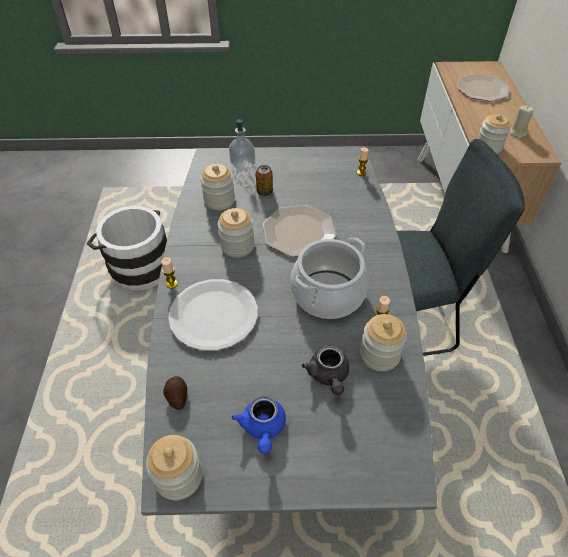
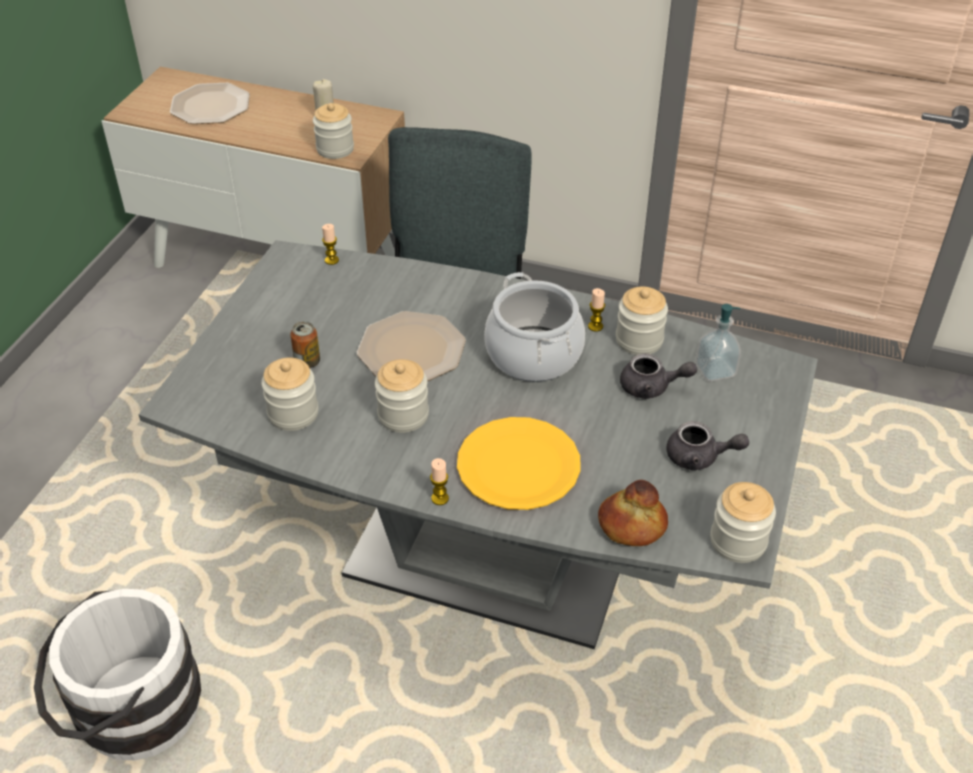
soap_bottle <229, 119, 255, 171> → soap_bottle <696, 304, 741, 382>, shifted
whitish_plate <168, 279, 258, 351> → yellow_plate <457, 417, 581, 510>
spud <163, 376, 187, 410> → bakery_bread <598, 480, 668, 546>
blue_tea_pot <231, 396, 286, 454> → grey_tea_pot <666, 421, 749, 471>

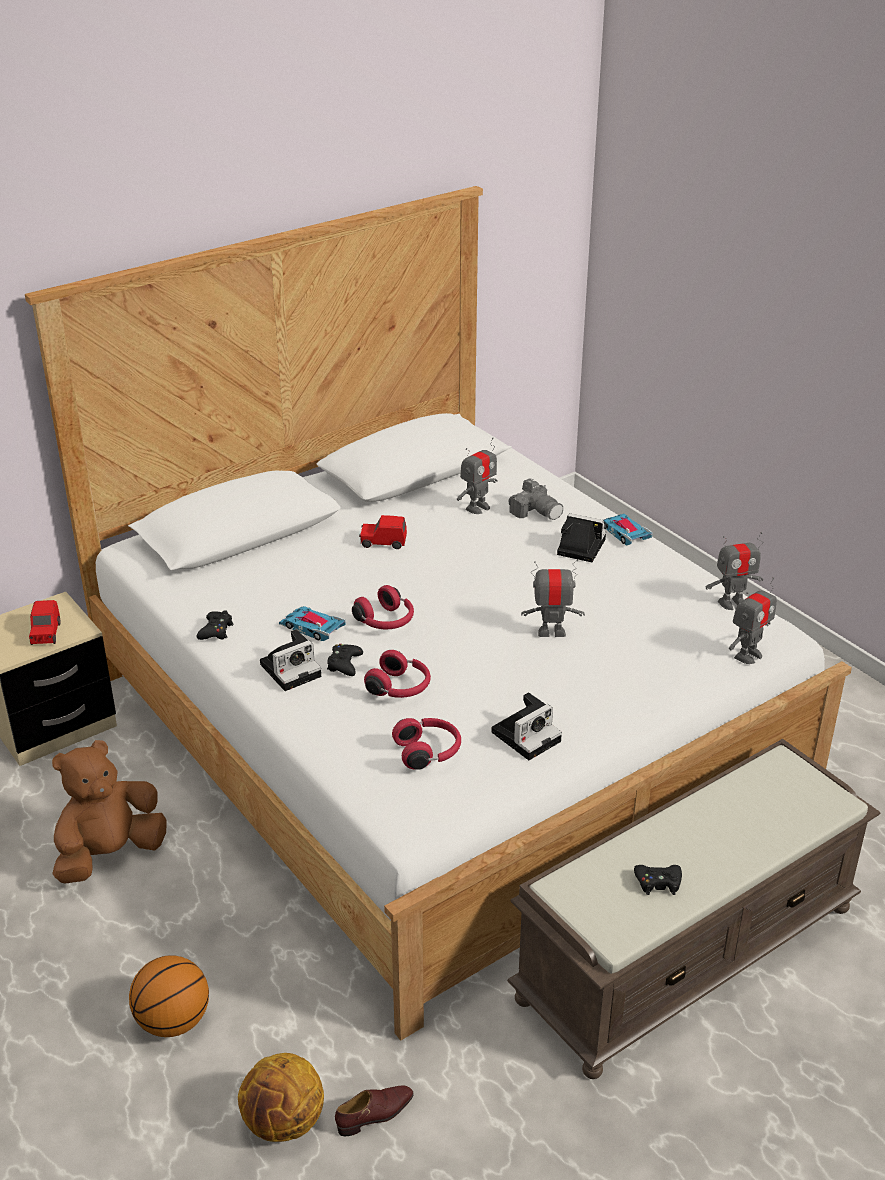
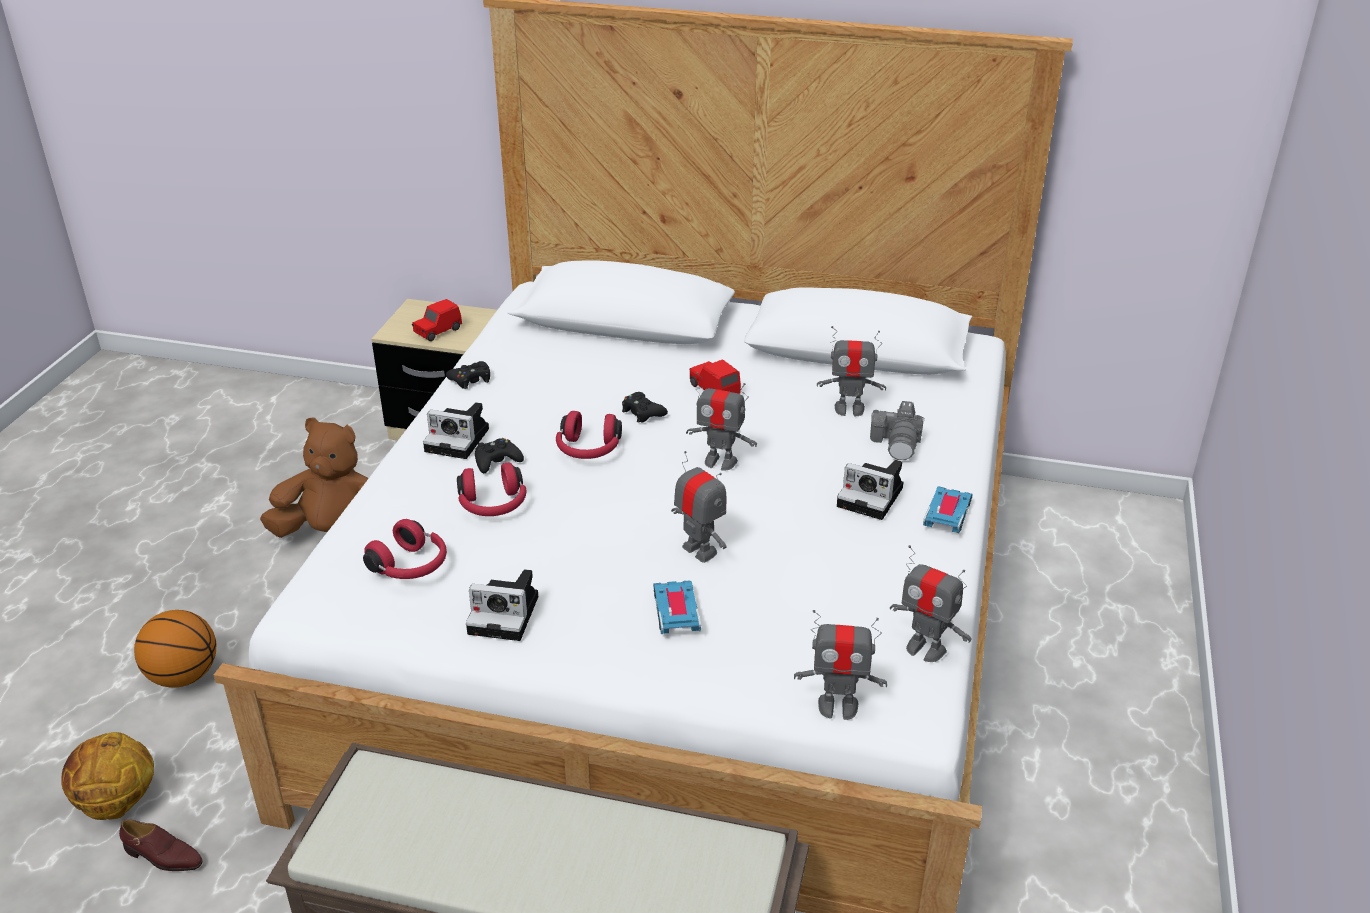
photo_camera <557, 513, 606, 562> → photo_camera <837, 460, 904, 520>, 135 degrees clockwise
miniature_car <279, 606, 346, 641> → miniature_car <653, 580, 701, 634>, shifted
black_gamepad <634, 865, 682, 895> → black_gamepad <622, 392, 668, 423>, shifted
- → robot_figure <686, 372, 757, 470>

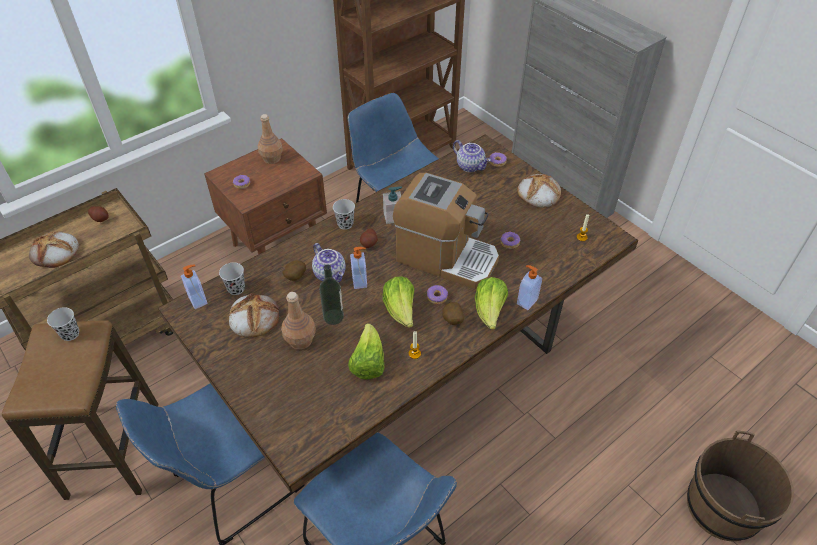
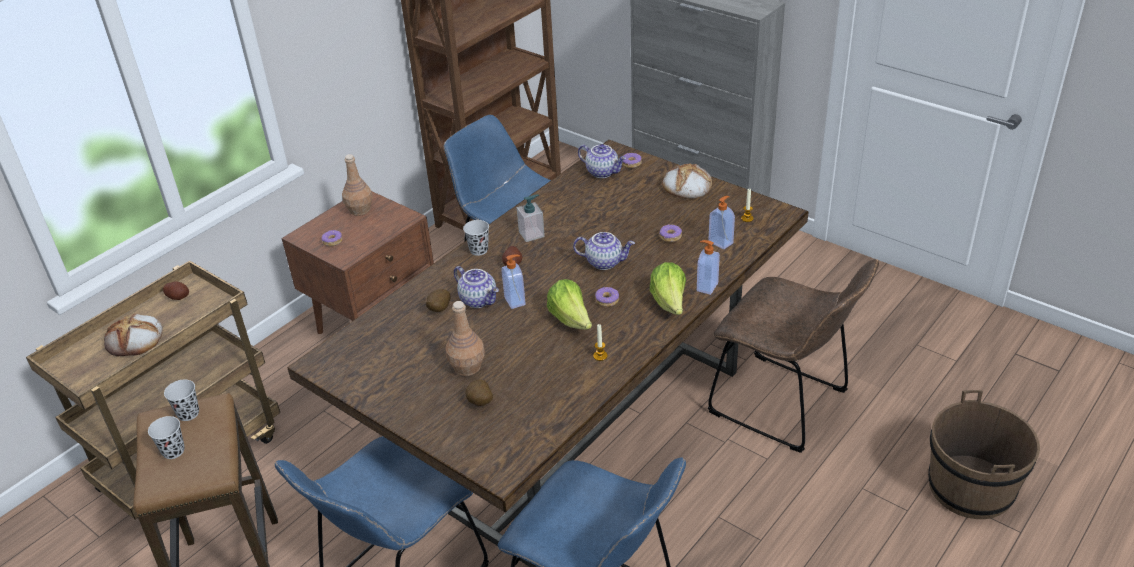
coffee_brewer <393, 173, 499, 289> → tea_pot <573, 232, 635, 270>
black_drinking_cup <219, 262, 245, 295> → black_drinking_cup <148, 416, 185, 459>, shifted
beverage_bottle <319, 264, 344, 325> → -
soap_bottle <181, 265, 208, 309> → soap_bottle <708, 196, 735, 249>, shifted
bakery_bread <229, 293, 279, 337> → -
spud <442, 302, 464, 325> → spud <465, 379, 493, 406>, shifted
lettuce <348, 324, 385, 379> → -
- → brownish_chair <708, 259, 879, 453>

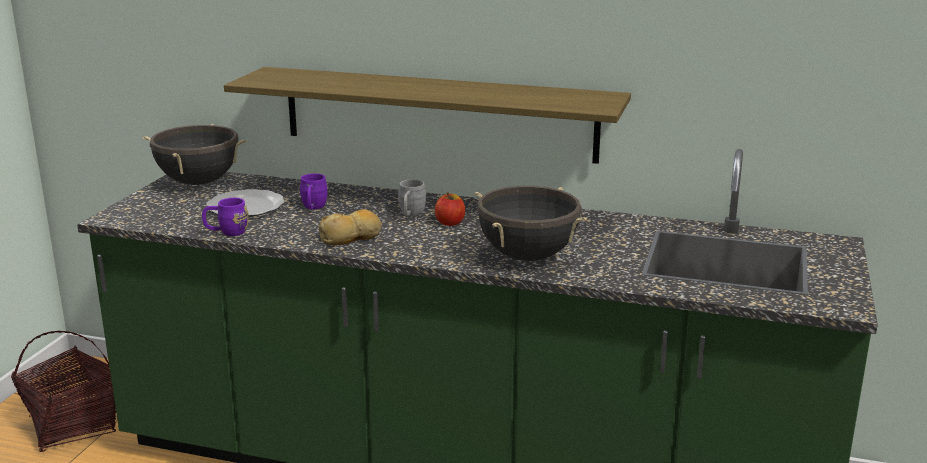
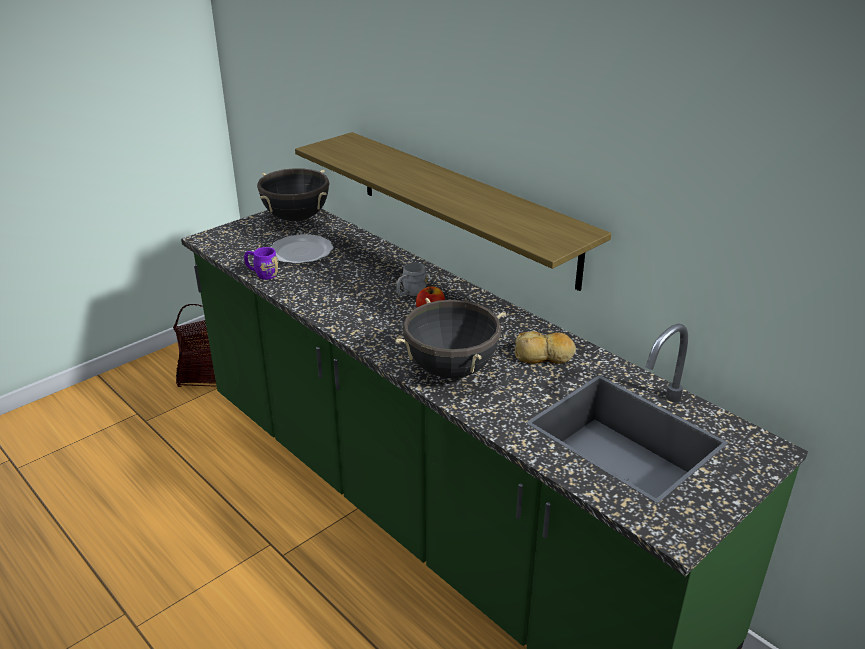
purplish_tea_mug <300, 173, 328, 210> → -
bakery_bread <319, 209, 382, 245> → bakery_bread <515, 331, 576, 364>, shifted

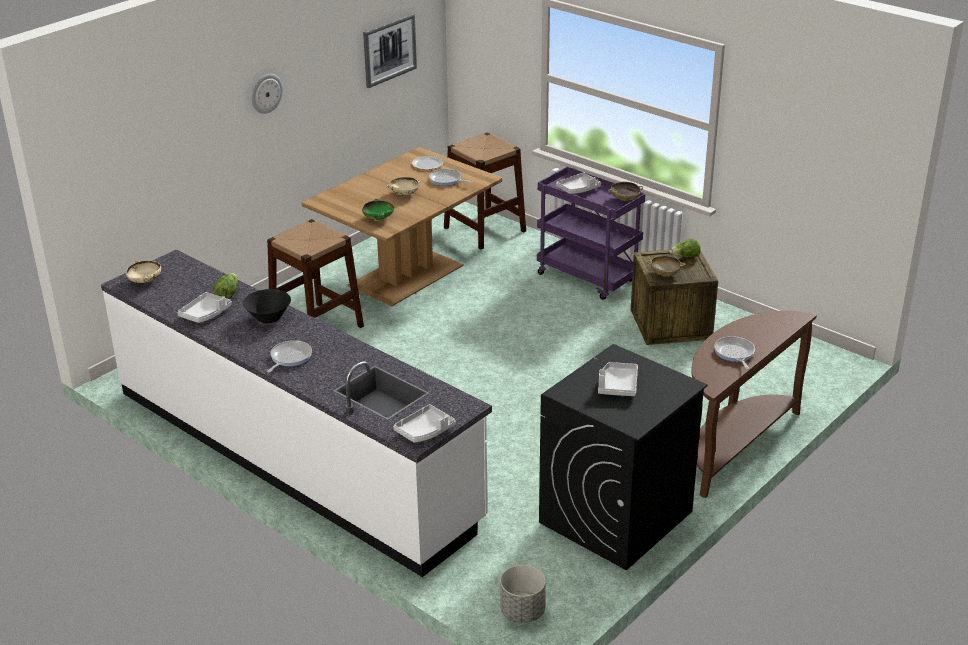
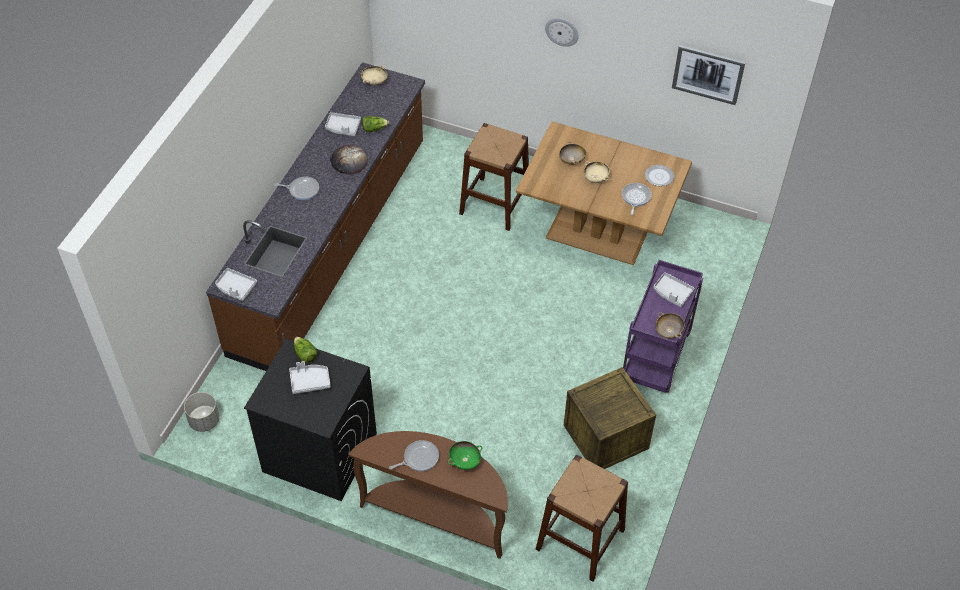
brownish_sitting_stool <444, 133, 526, 249> → brownish_sitting_stool <536, 455, 628, 582>, shifted
greenish_bowl <362, 199, 394, 220> → greenish_bowl <448, 441, 482, 470>, shifted
lettuce <669, 239, 701, 257> → lettuce <294, 337, 317, 363>, shifted
whitish_counter <101, 249, 492, 577> → brownish_counter <206, 62, 425, 371>
sand-coloured_bowl <647, 256, 685, 276> → sand-coloured_bowl <559, 141, 586, 165>, shifted
black_bowl <243, 289, 291, 323> → bakery_bread <330, 145, 368, 174>

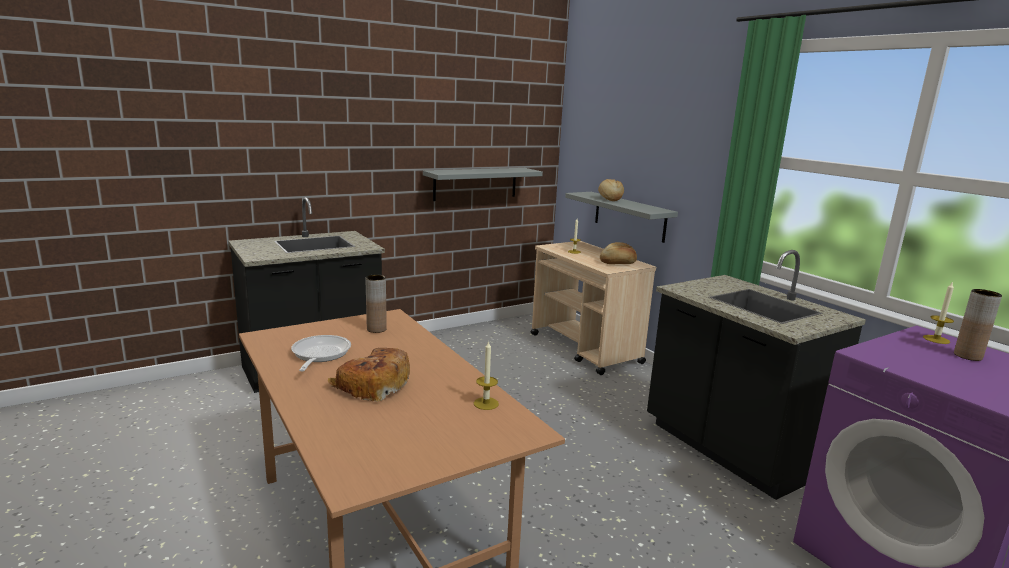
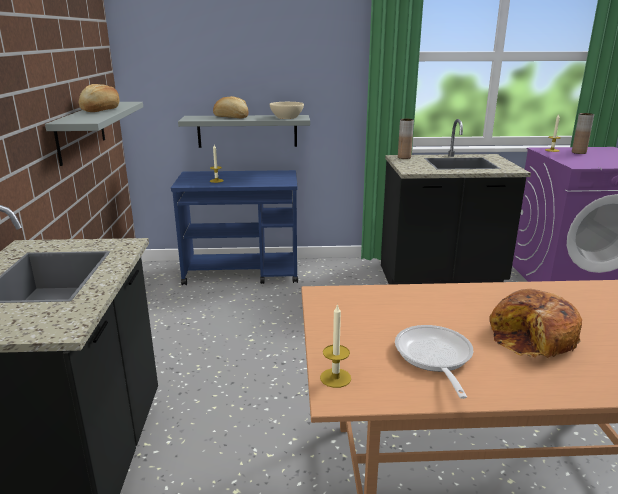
sand-coloured_cart <531, 241, 656, 375> → blue_cart <171, 170, 298, 285>
bakery_bread <600, 242, 637, 264> → bakery_bread <79, 84, 120, 112>, shifted
brownish_flower_vase <365, 275, 387, 333> → brownish_flower_vase <398, 119, 414, 159>, shifted
pan <291, 335, 351, 371> → pan <395, 325, 473, 399>, 60 degrees clockwise
wax_candle <474, 341, 499, 410> → wax_candle <320, 303, 351, 388>, shifted
- → sand-coloured_bowl <269, 102, 304, 119>

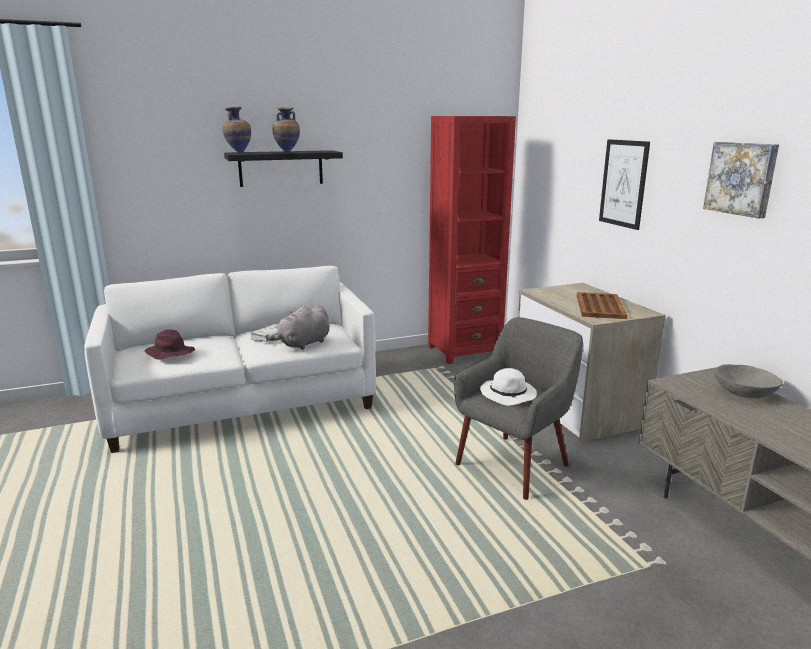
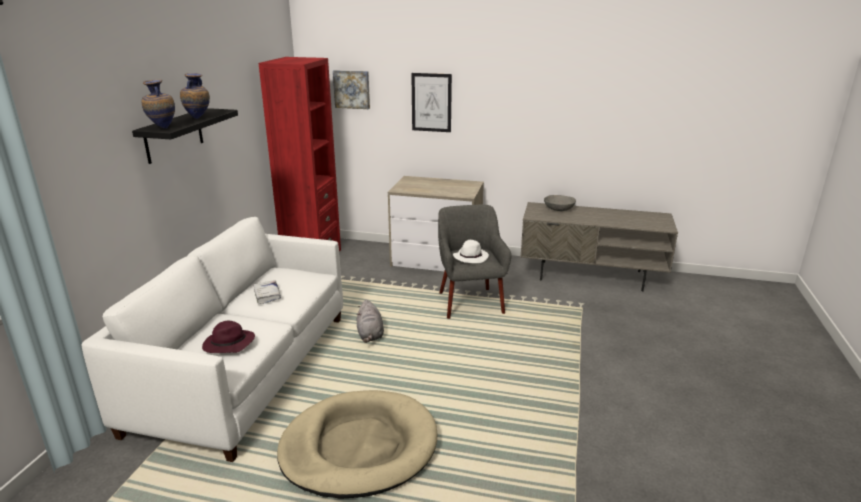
wall_picture <703, 142, 779, 219> → wall_picture <333, 70, 370, 109>, shifted
brownish_serving_tray <577, 292, 627, 319> → -
grey_plush_toy <265, 305, 330, 350> → grey_plush_toy <357, 300, 384, 343>, shifted
- → sand-coloured_dog_bed <277, 390, 438, 499>

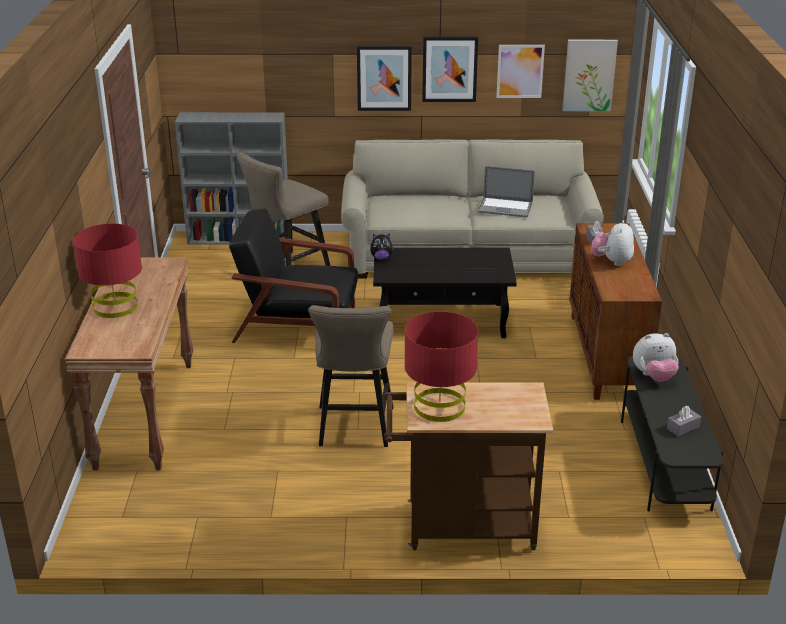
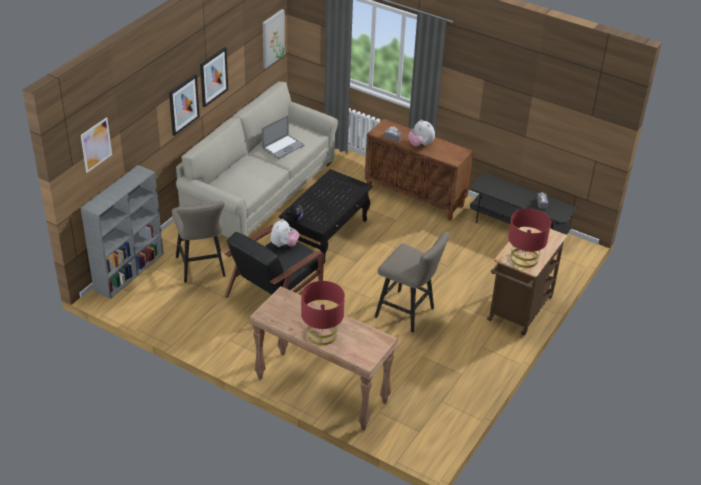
wall_picture <496, 45, 545, 98> → wall_picture <81, 117, 112, 173>, shifted
plush_toy <633, 333, 679, 382> → plush_toy <270, 219, 299, 247>, shifted

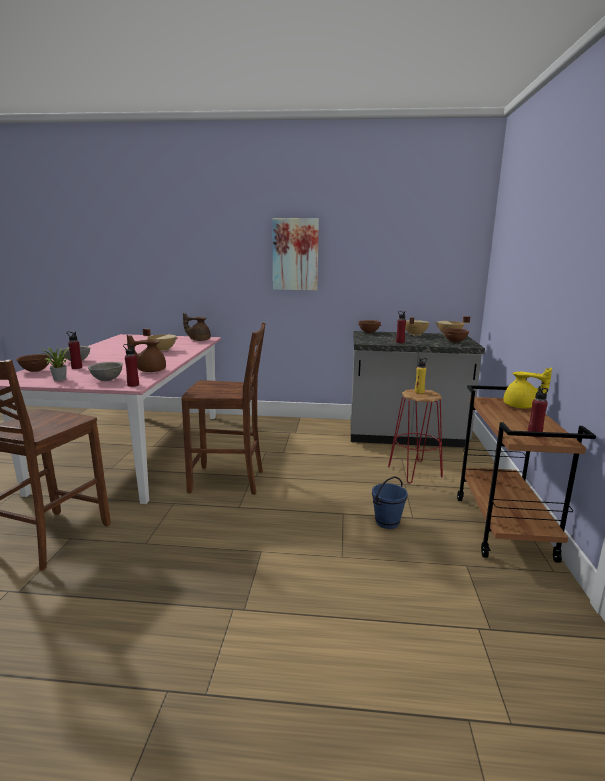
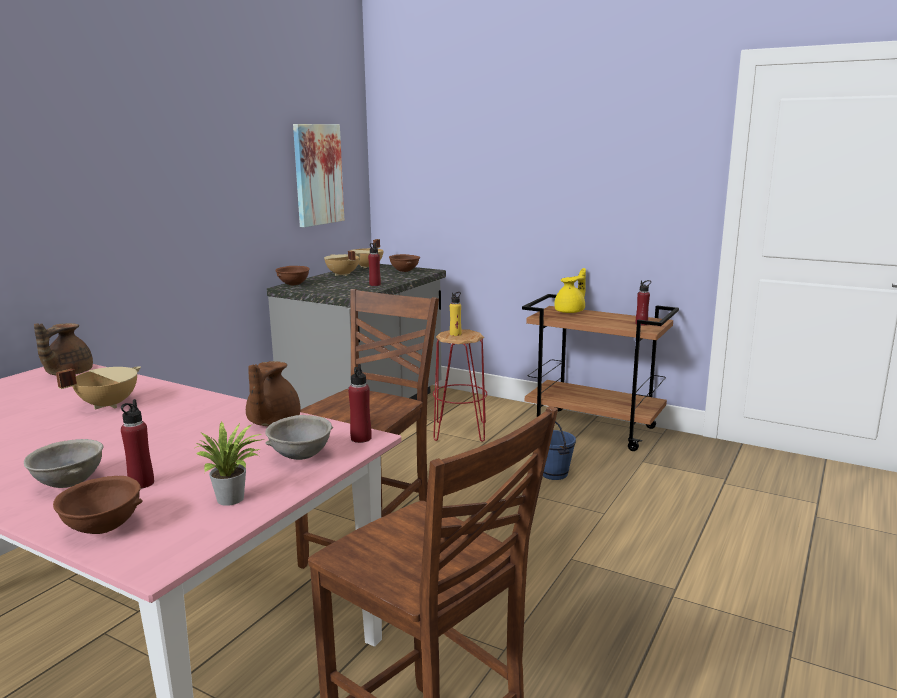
wall_picture <272, 218, 319, 291> → wall_picture <293, 124, 344, 227>, shifted

